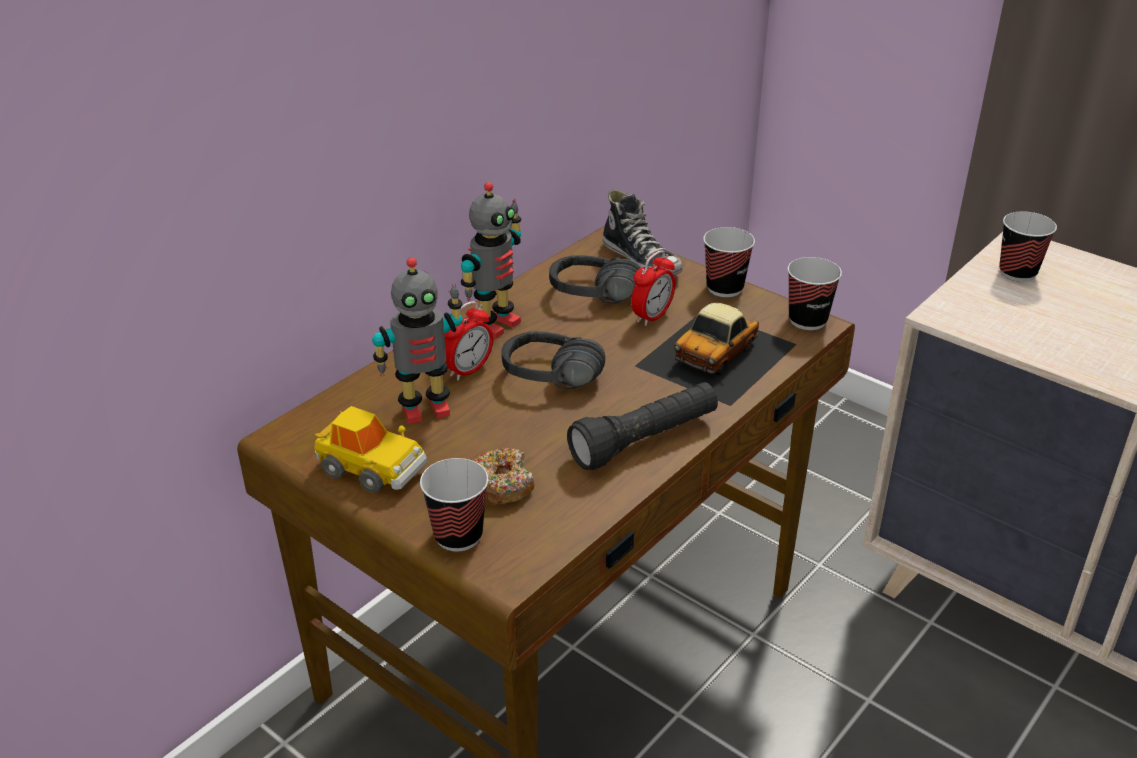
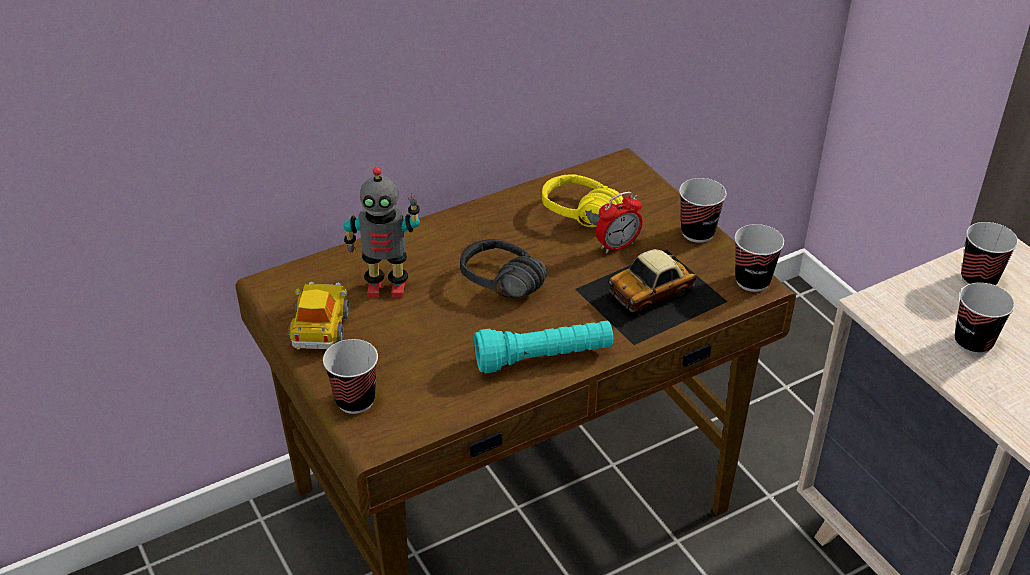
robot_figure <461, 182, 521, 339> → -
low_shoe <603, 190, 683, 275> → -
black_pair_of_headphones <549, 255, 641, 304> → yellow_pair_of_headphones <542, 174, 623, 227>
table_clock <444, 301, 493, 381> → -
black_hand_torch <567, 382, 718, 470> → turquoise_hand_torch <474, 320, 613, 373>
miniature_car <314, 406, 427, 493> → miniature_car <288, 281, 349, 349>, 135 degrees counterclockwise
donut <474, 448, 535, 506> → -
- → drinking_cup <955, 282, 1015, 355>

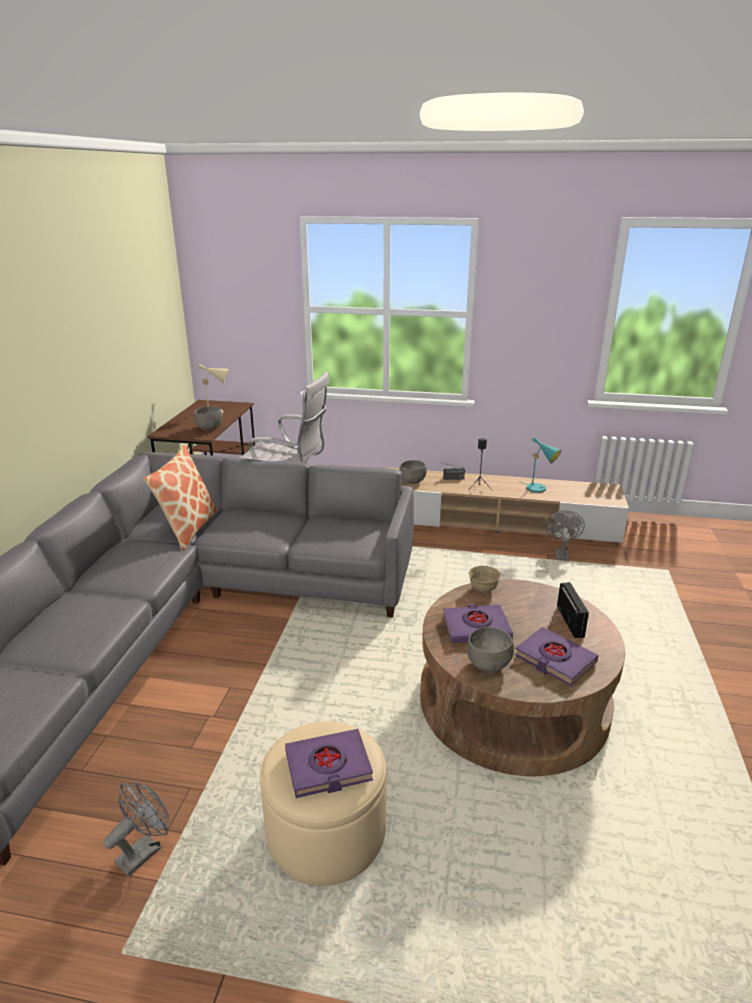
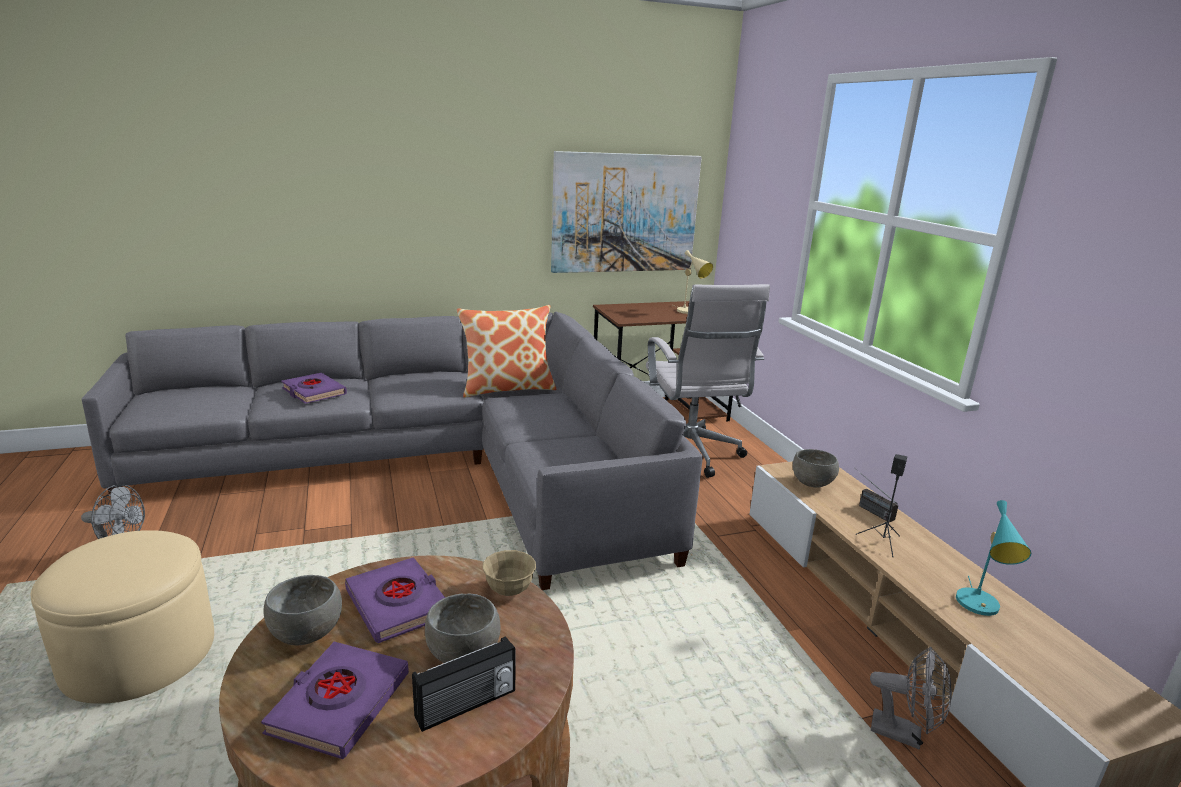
grey_bowl <194, 406, 223, 430> → grey_bowl <425, 593, 500, 663>, shifted
grey_fan <545, 510, 585, 561> → grey_fan <870, 647, 952, 750>, 45 degrees clockwise
purplish_bound_book <285, 729, 373, 798> → purplish_bound_book <281, 373, 347, 404>, shifted
- → wall_picture <551, 151, 702, 273>

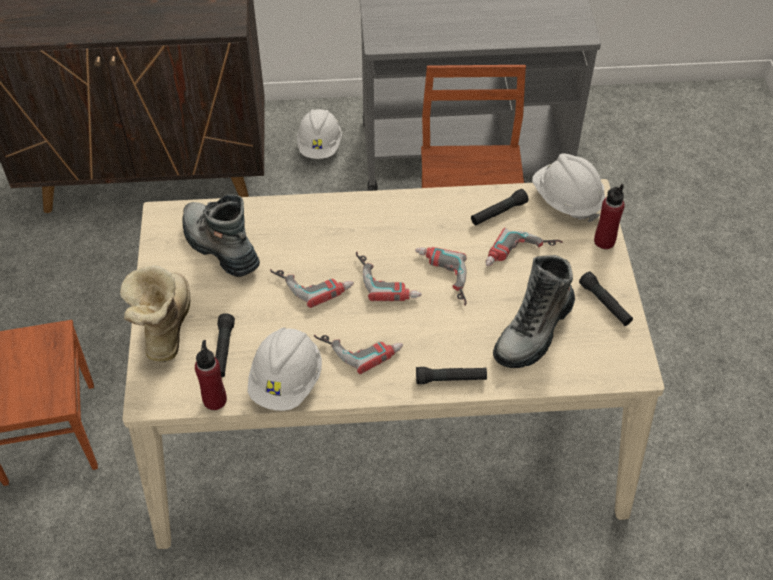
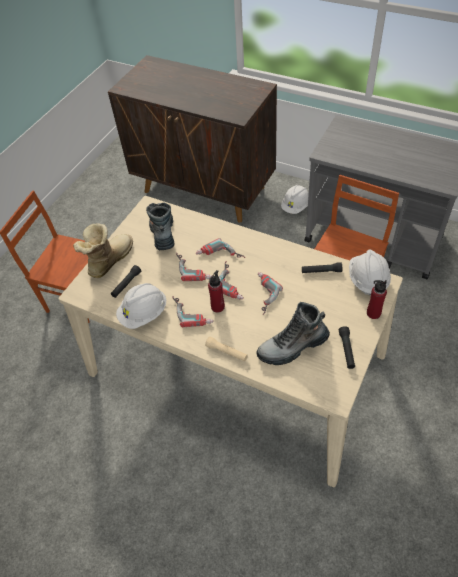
drill <486, 228, 562, 266> → drill <196, 238, 245, 258>, shifted
reddish_beverage_bottle <195, 340, 227, 410> → reddish_beverage_bottle <208, 270, 225, 312>, shifted
black_hand_torch <416, 367, 487, 384> → sand-coloured_hand_torch <205, 337, 248, 362>

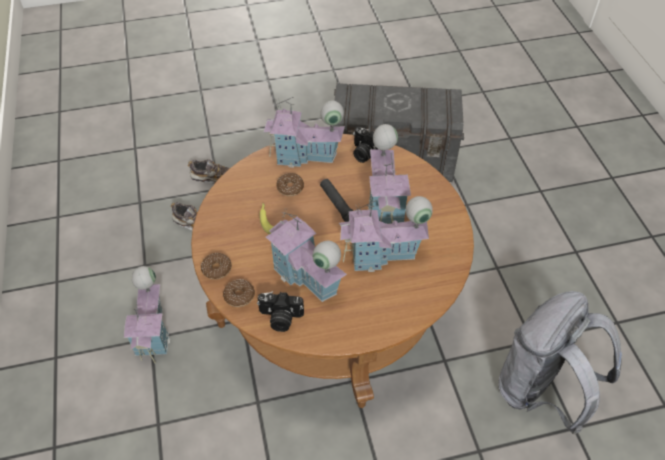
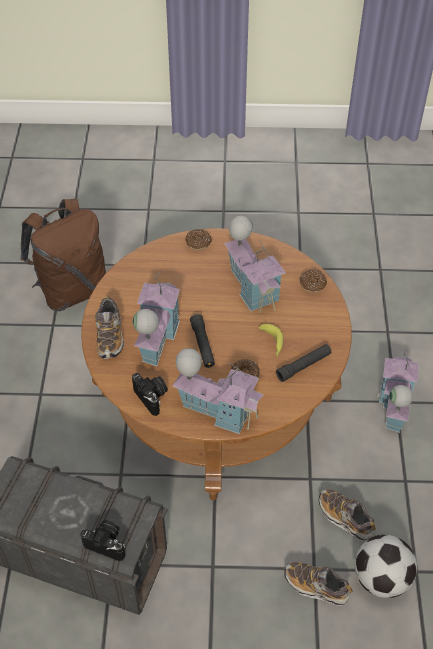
model_house <339, 196, 433, 272> → -
donut <201, 253, 232, 280> → donut <186, 229, 211, 250>, shifted
photo_camera <257, 291, 304, 332> → photo_camera <80, 520, 126, 561>, shifted
grey_backpack <499, 291, 622, 434> → brownish_backpack <20, 199, 106, 311>
- → low_shoe <95, 296, 124, 359>
- → black_hand_torch <276, 344, 332, 382>
- → ball_for_football <355, 535, 417, 598>

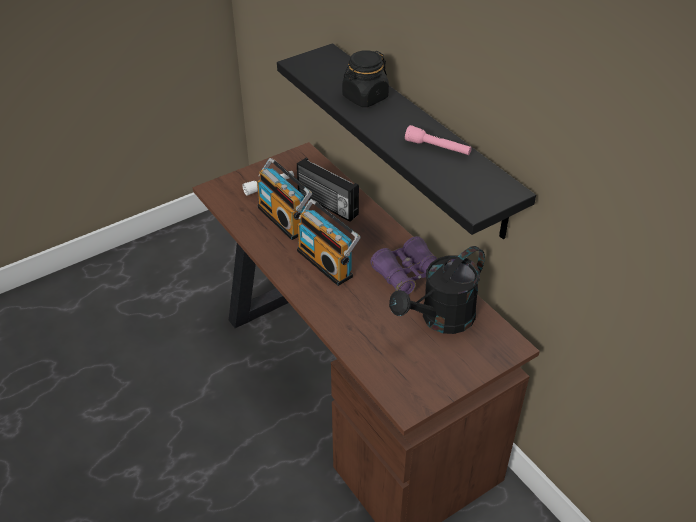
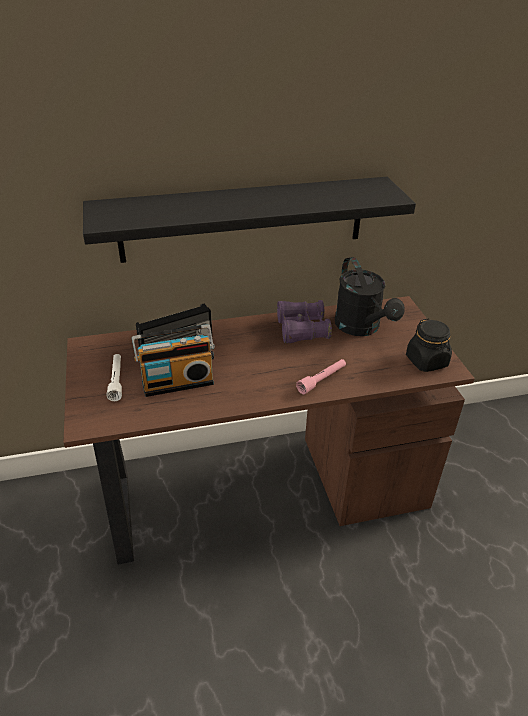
black_storage_jar <342, 50, 389, 107> → black_storage_jar <406, 318, 452, 372>, shifted
pink_hand_torch <405, 125, 472, 155> → pink_hand_torch <296, 359, 346, 394>, shifted
radio_set <297, 199, 361, 286> → -

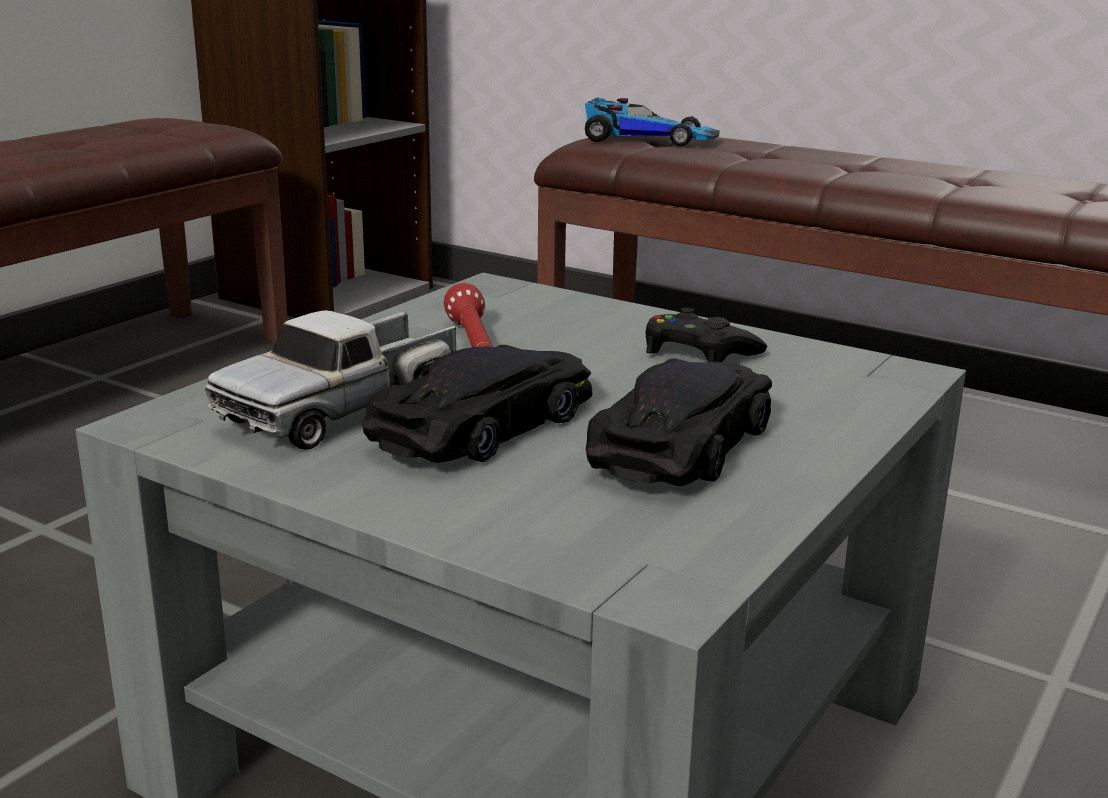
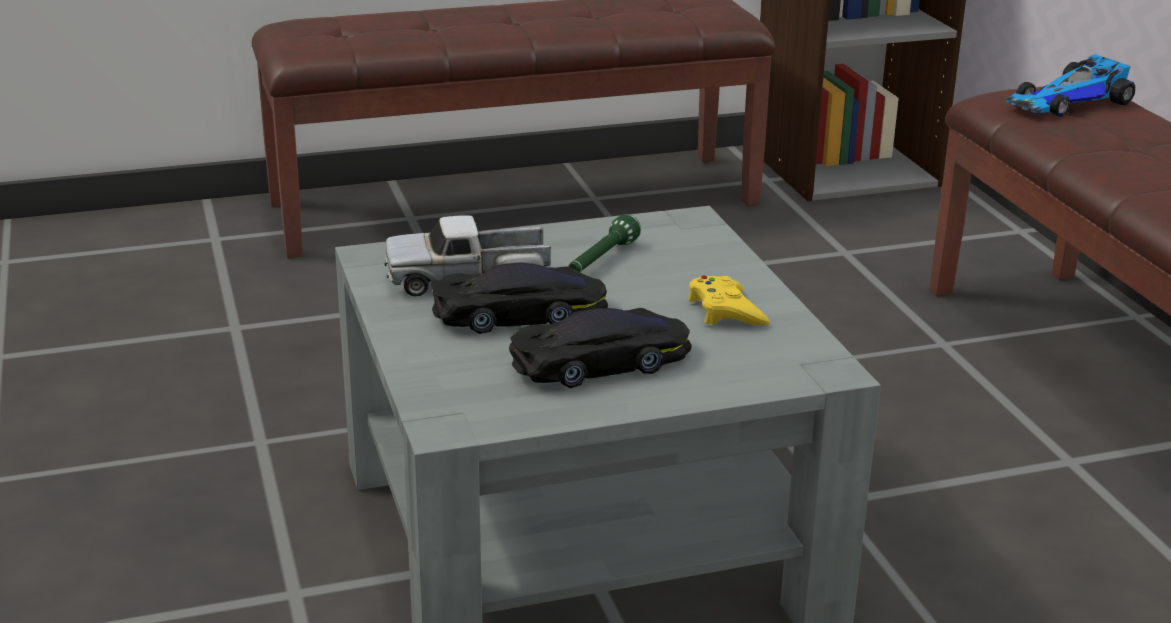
miniature_car <585, 98, 720, 146> → miniature_car <1006, 54, 1135, 116>, 90 degrees clockwise
reddish_hand_torch <444, 283, 493, 347> → greenish_hand_torch <569, 214, 641, 272>
black_gamepad <646, 307, 767, 363> → yellow_gamepad <688, 276, 770, 325>

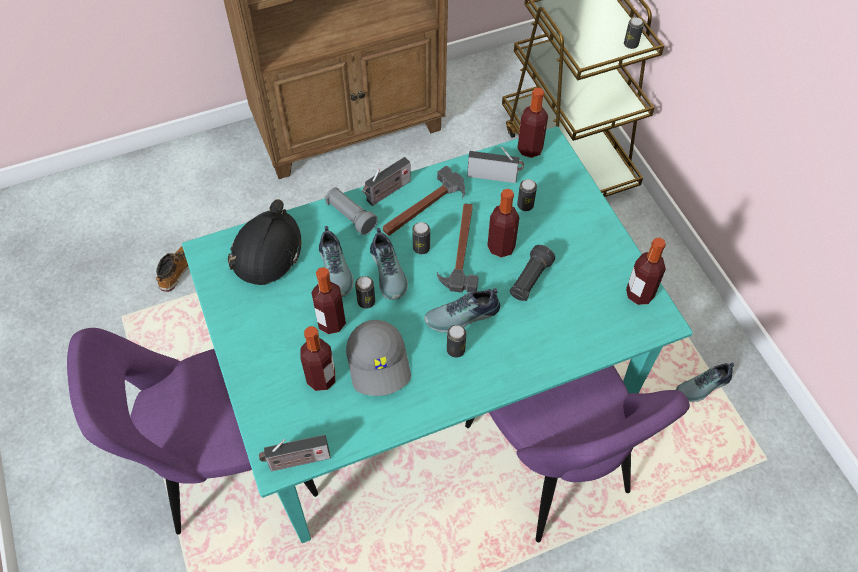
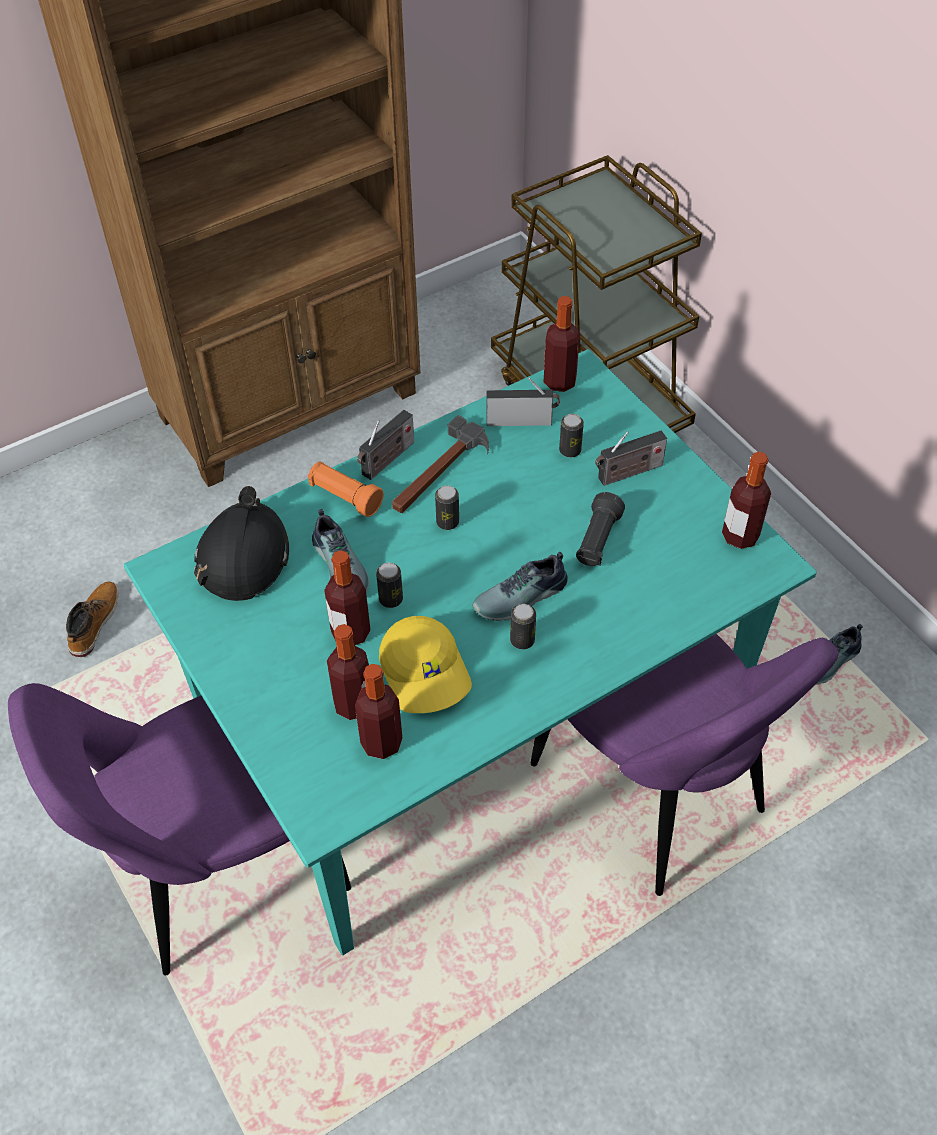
can <624, 17, 644, 49> → -
grey_hand_torch <325, 187, 378, 235> → orange_hand_torch <308, 461, 383, 517>
beverage_bottle <487, 189, 520, 257> → beverage_bottle <355, 664, 403, 759>, shifted
hammer <437, 203, 479, 293> → -
low_shoe <370, 228, 408, 300> → -
grey_baseball_cap <346, 320, 411, 396> → yellow_baseball_cap <379, 616, 472, 713>
radio_set <259, 435, 331, 472> → radio_set <595, 431, 667, 486>, shifted

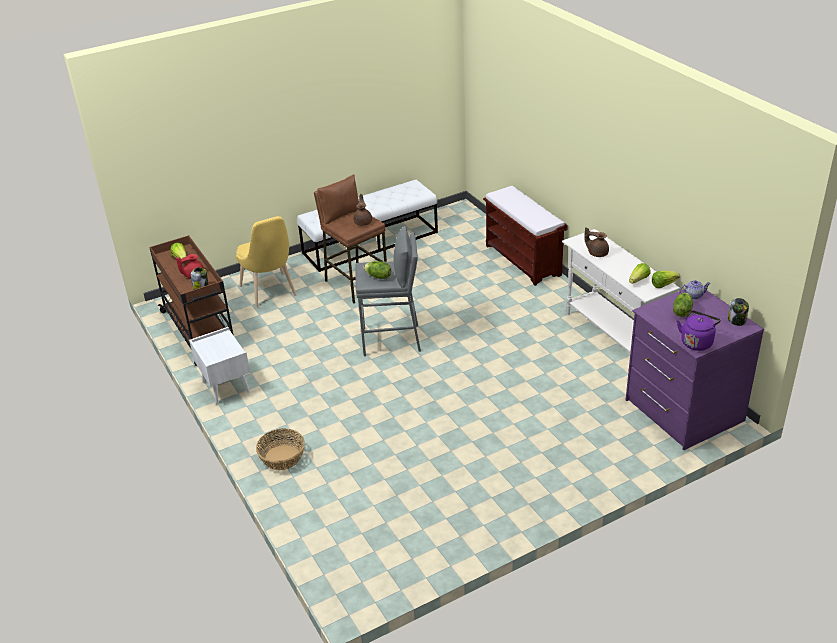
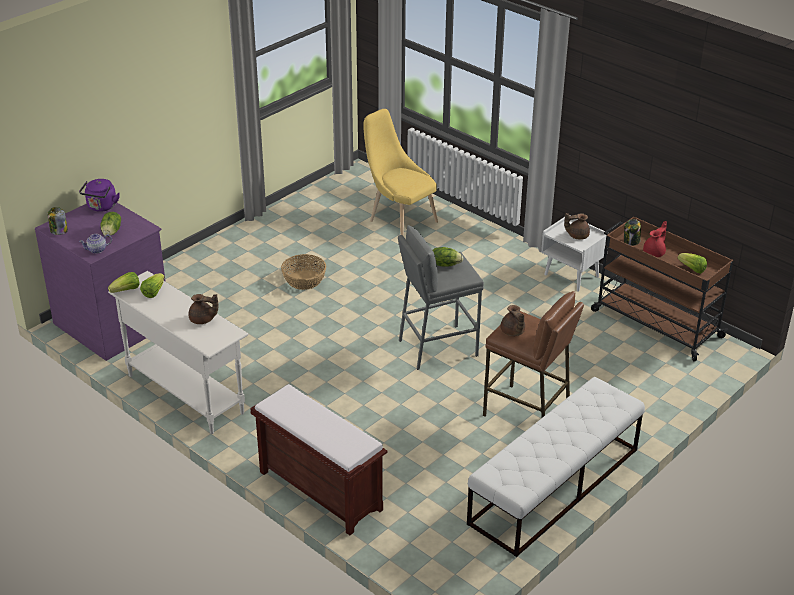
yellow_chair <236, 216, 296, 308> → yellow_chair <363, 109, 438, 236>, shifted
household_basket <256, 429, 305, 470> → household_basket <281, 254, 327, 290>, shifted
- → brownish_tea_pot <564, 213, 590, 240>

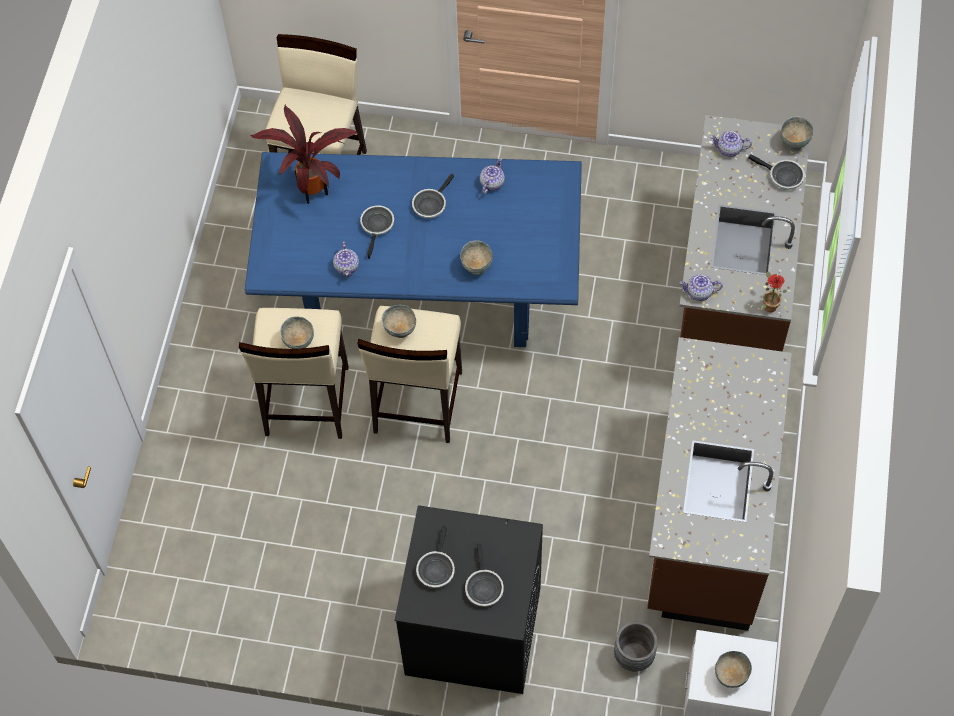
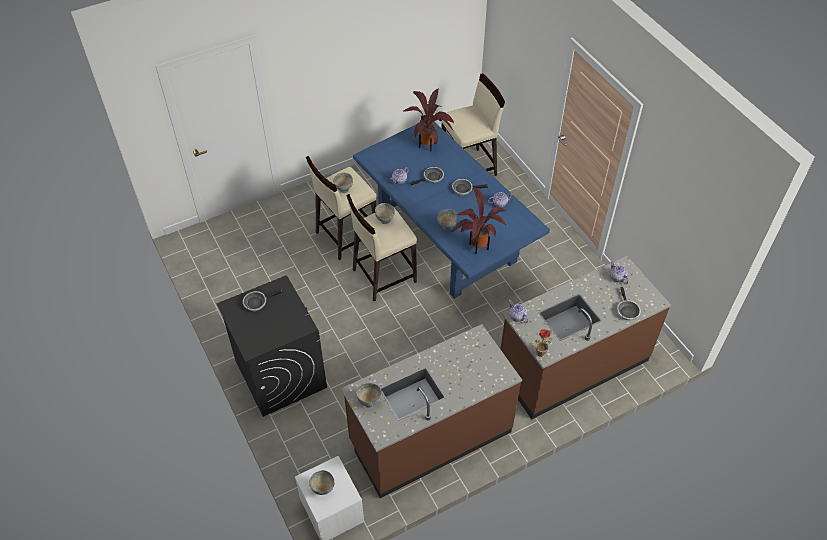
grey_bowl <780, 116, 813, 151> → grey_bowl <356, 383, 382, 408>, shifted
pan <465, 543, 504, 607> → -
grey_planter <614, 621, 658, 672> → -
- → plant_in_a_pot <451, 187, 506, 254>

